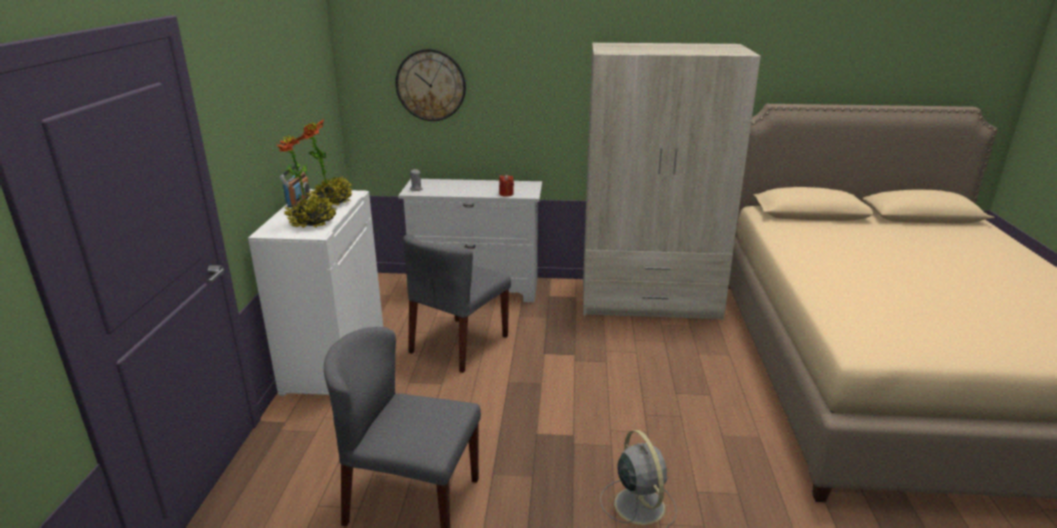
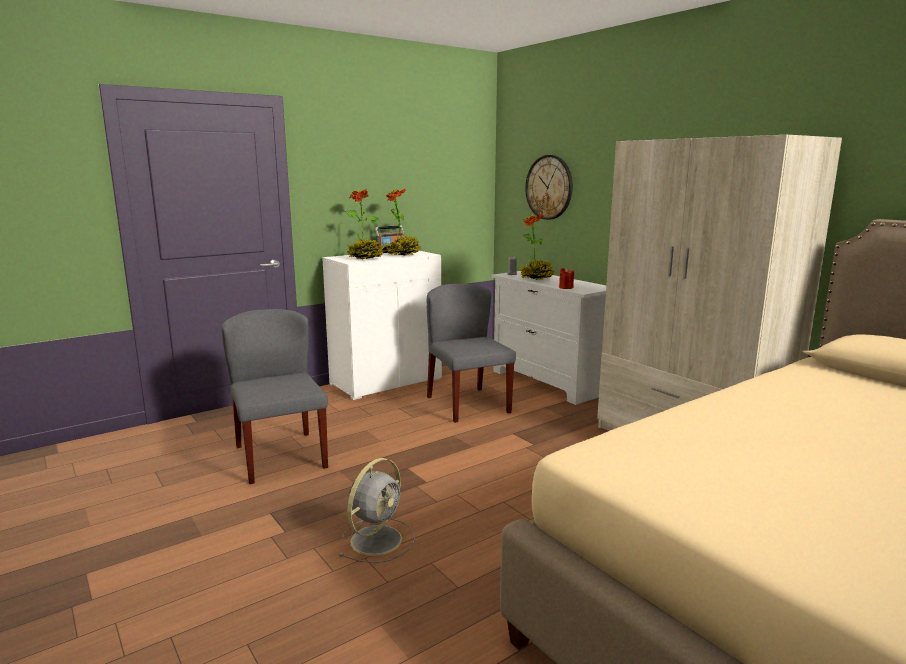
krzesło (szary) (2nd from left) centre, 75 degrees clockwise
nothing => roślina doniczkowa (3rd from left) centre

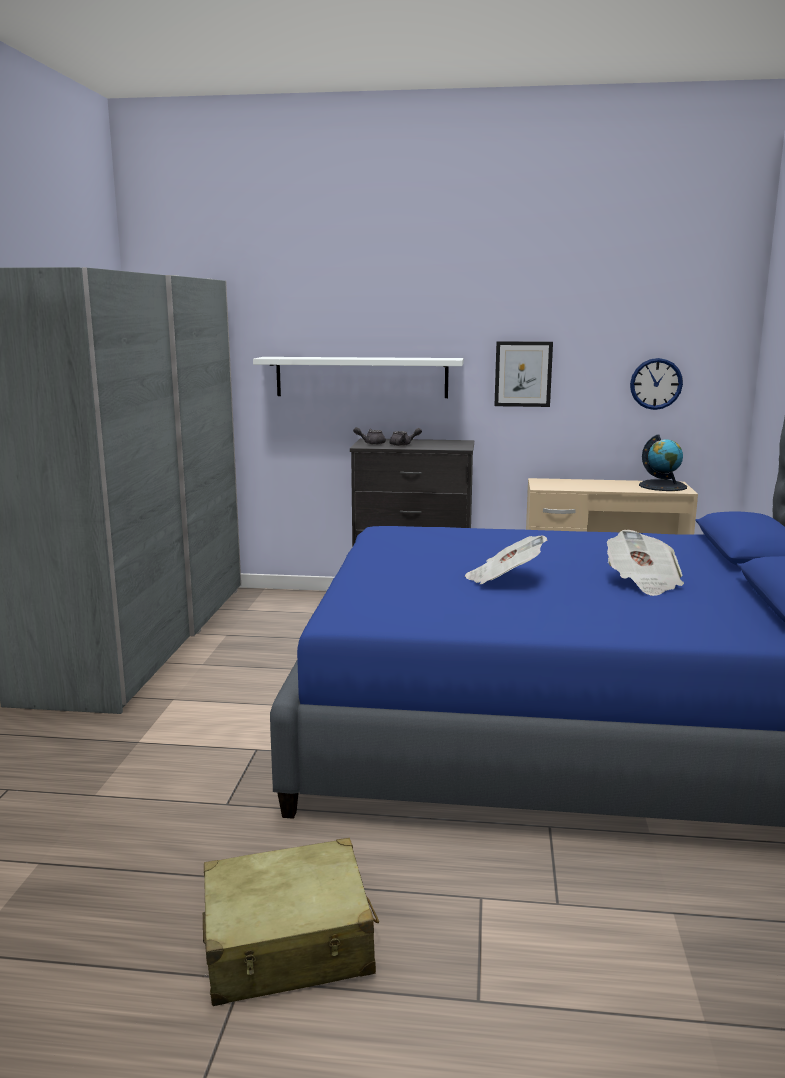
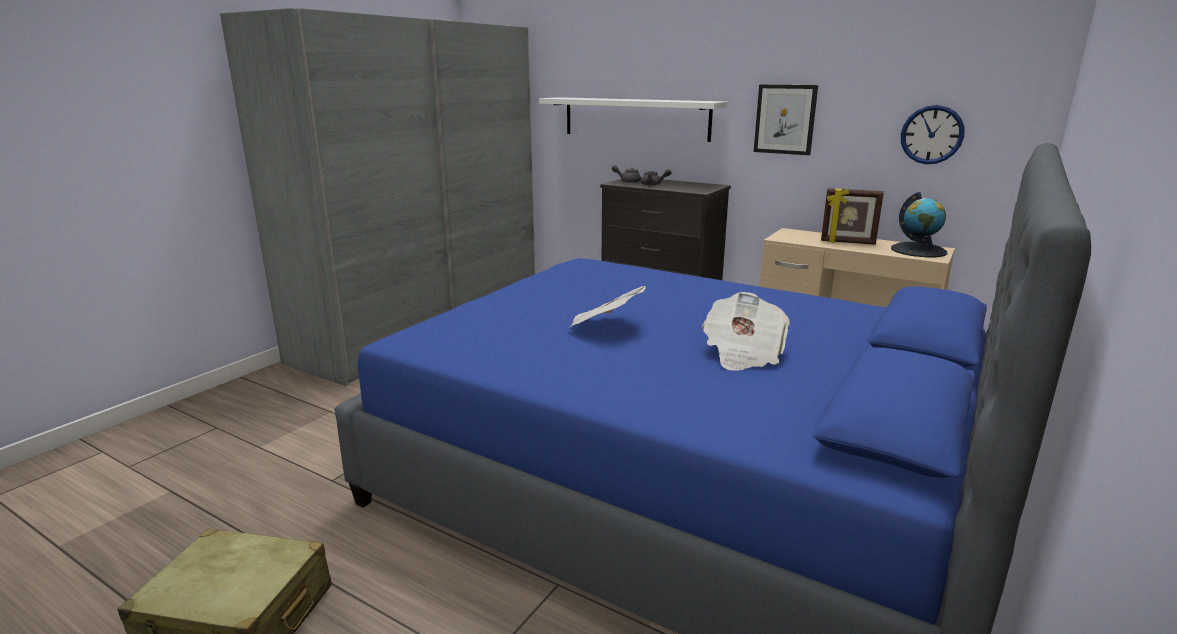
nothing => ramka na zdjęcie middle right

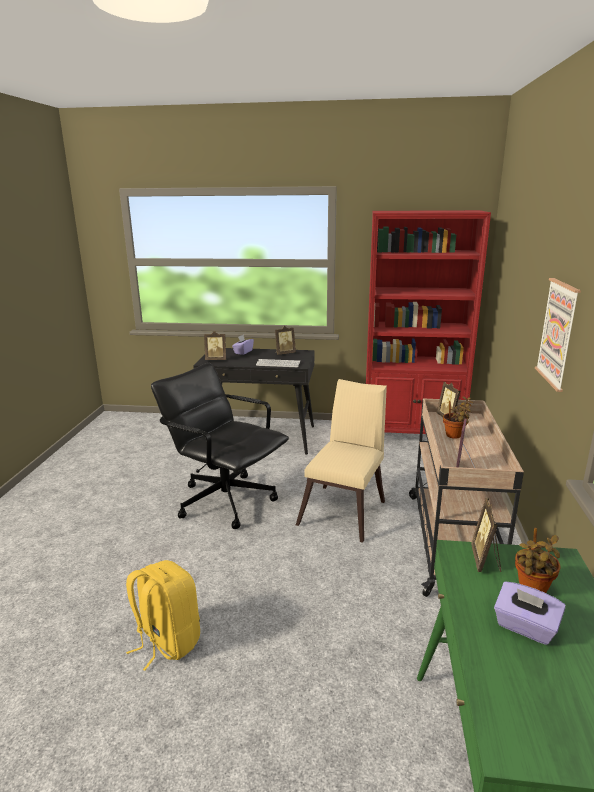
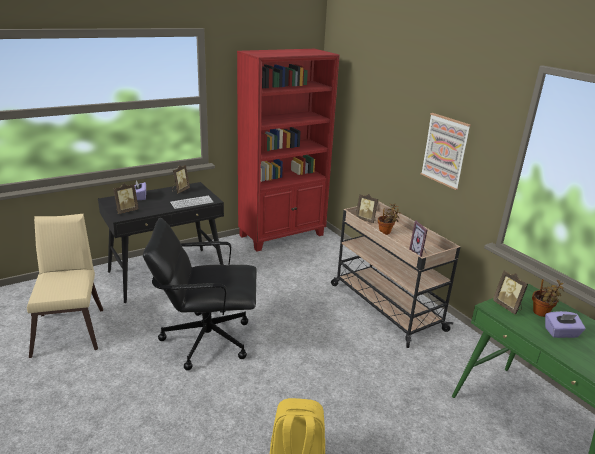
krzesło (beżowy) centre => krzesło (beżowy) middle left, move

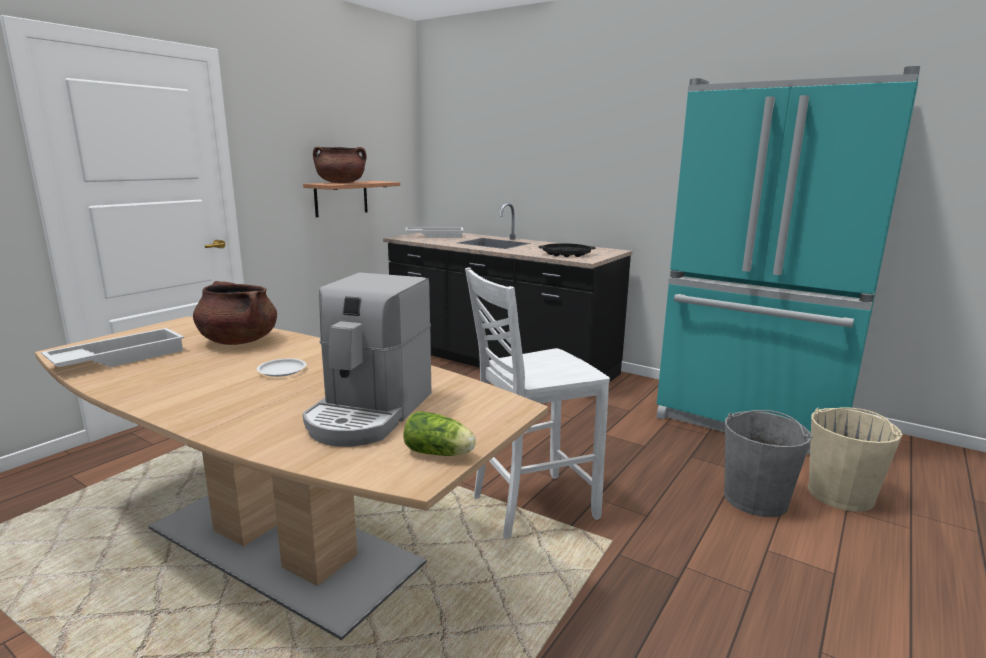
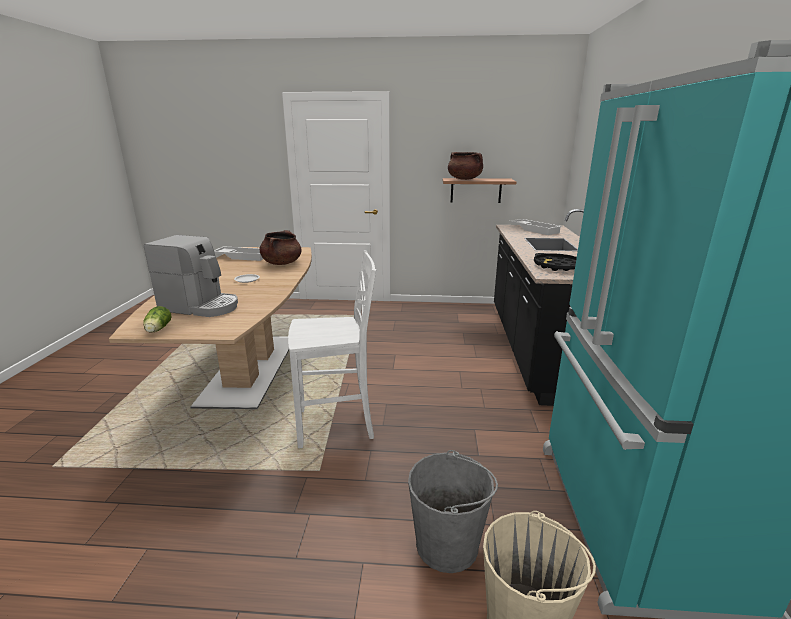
ekspres do kawy centre => ekspres do kawy middle left, 150 degrees counterclockwise
krzesło (biały) centre, 135 degrees clockwise

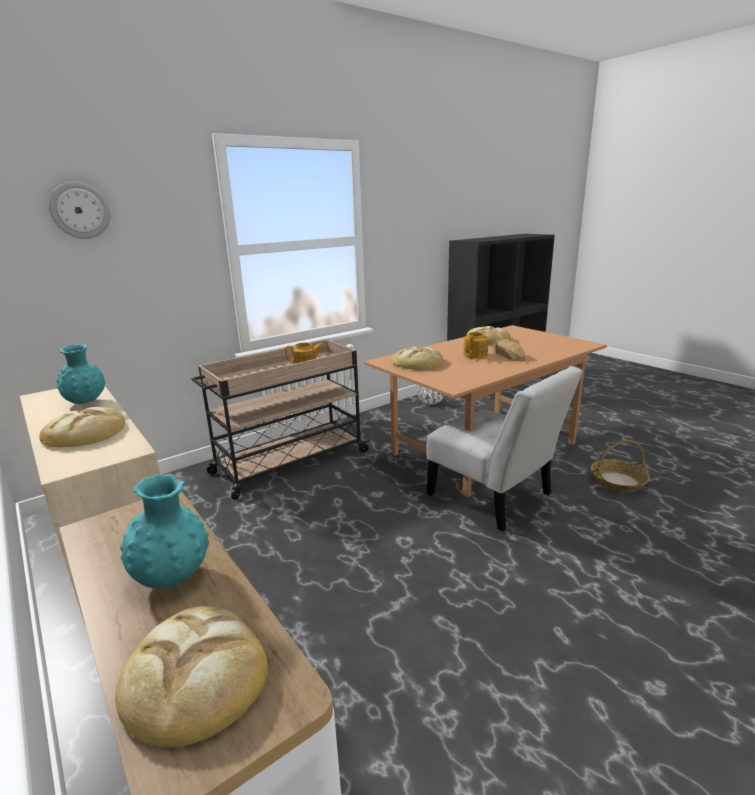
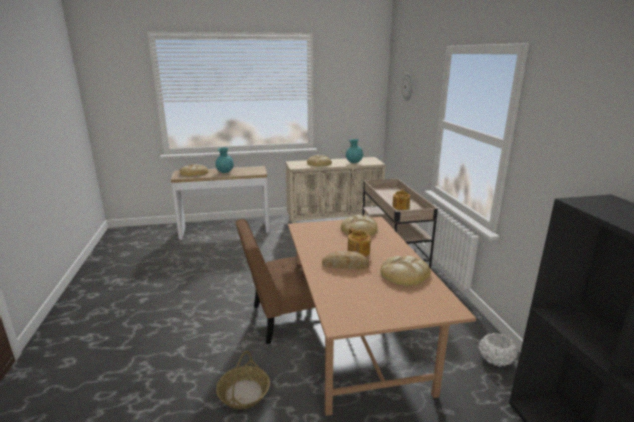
krzesło (biały) middle right => krzesło (brązowy) centre

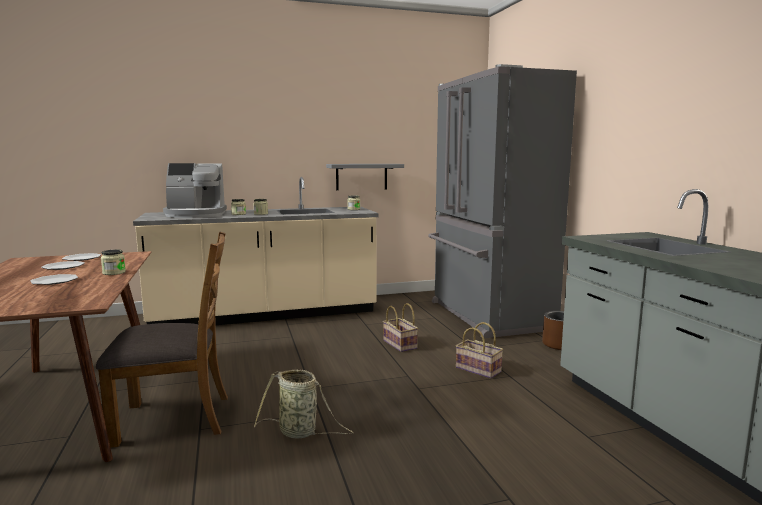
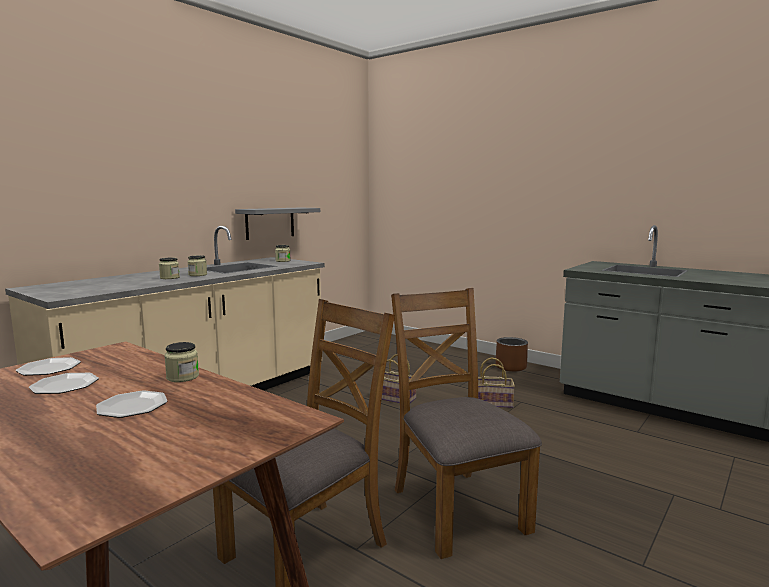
koszyk (1st from left) bottom centre => krzesło (brązowy) (2nd from left) bottom centre
ekspres do kawy middle left => nothing
lodówka (szary) centre => nothing

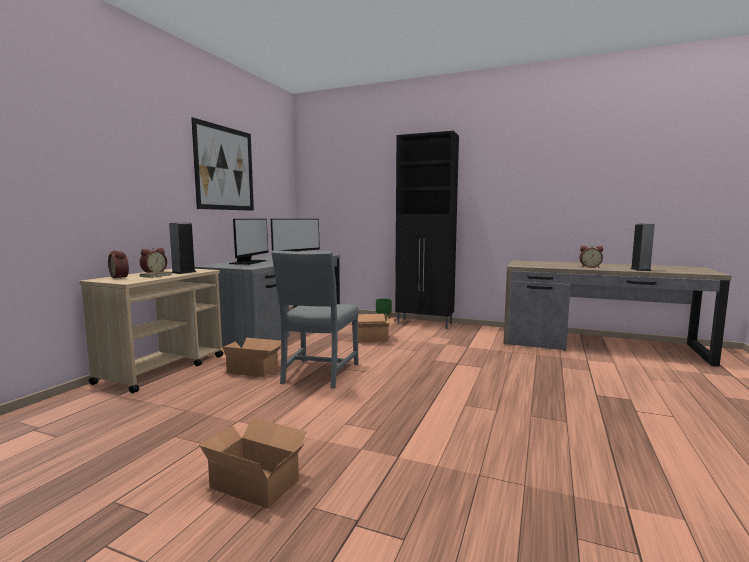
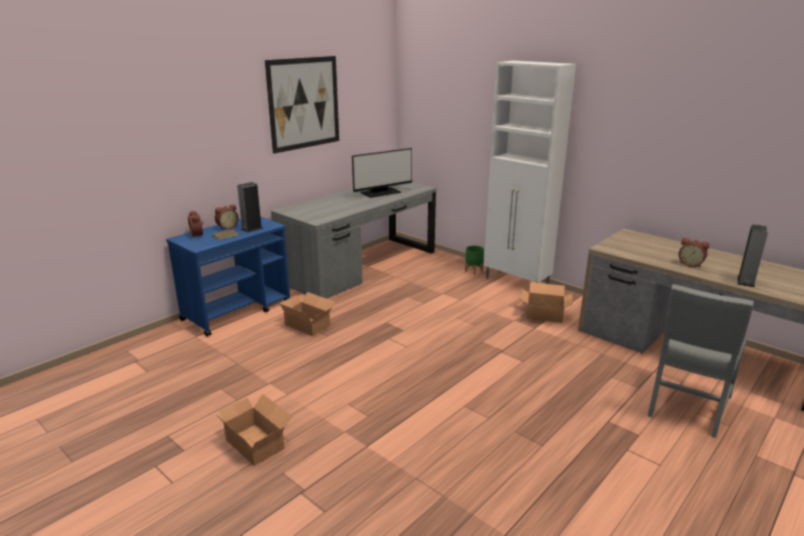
wózek (beżowy) middle left => wózek (niebieski) middle left
szafka (czarny) centre => szafka (biały) top centre
karton (3rd from left) centre => karton (3rd from left) middle right, move
krzesło (szary) centre => krzesło (szary) bottom right, move
monitor (1st from left) middle left => nothing

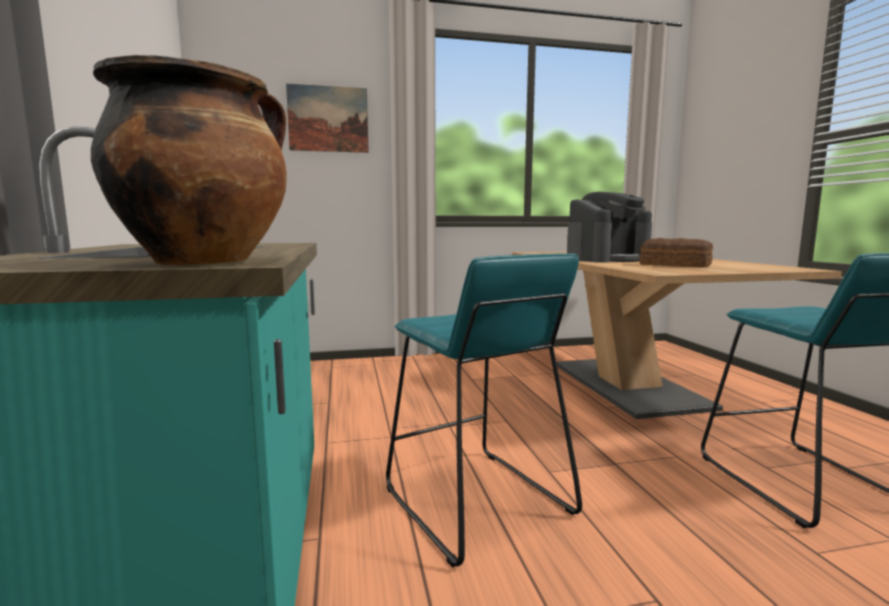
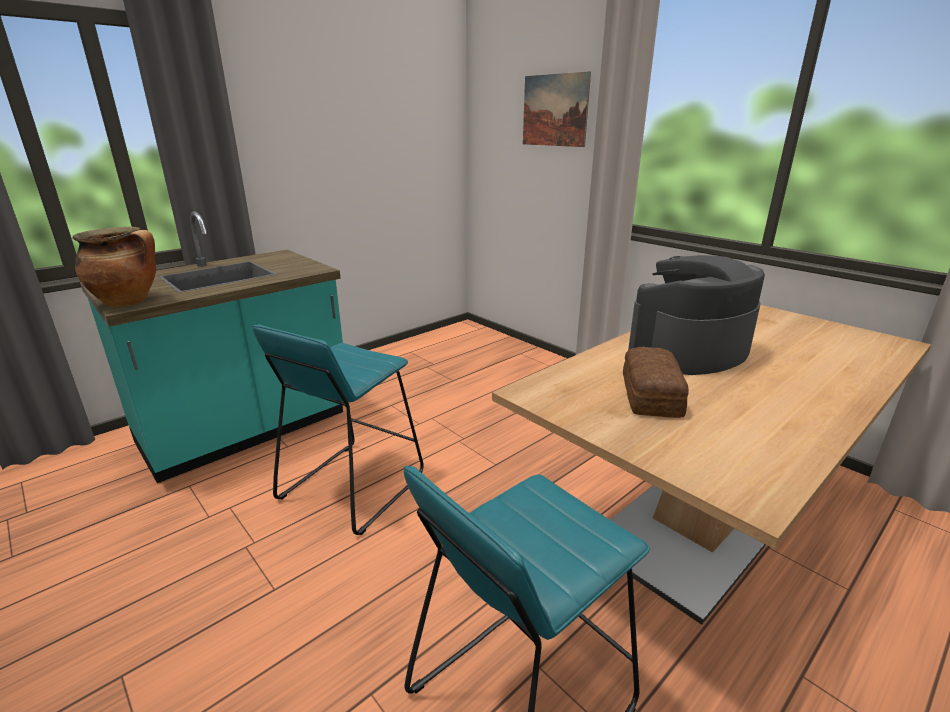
ekspres do kawy middle right, 120 degrees clockwise

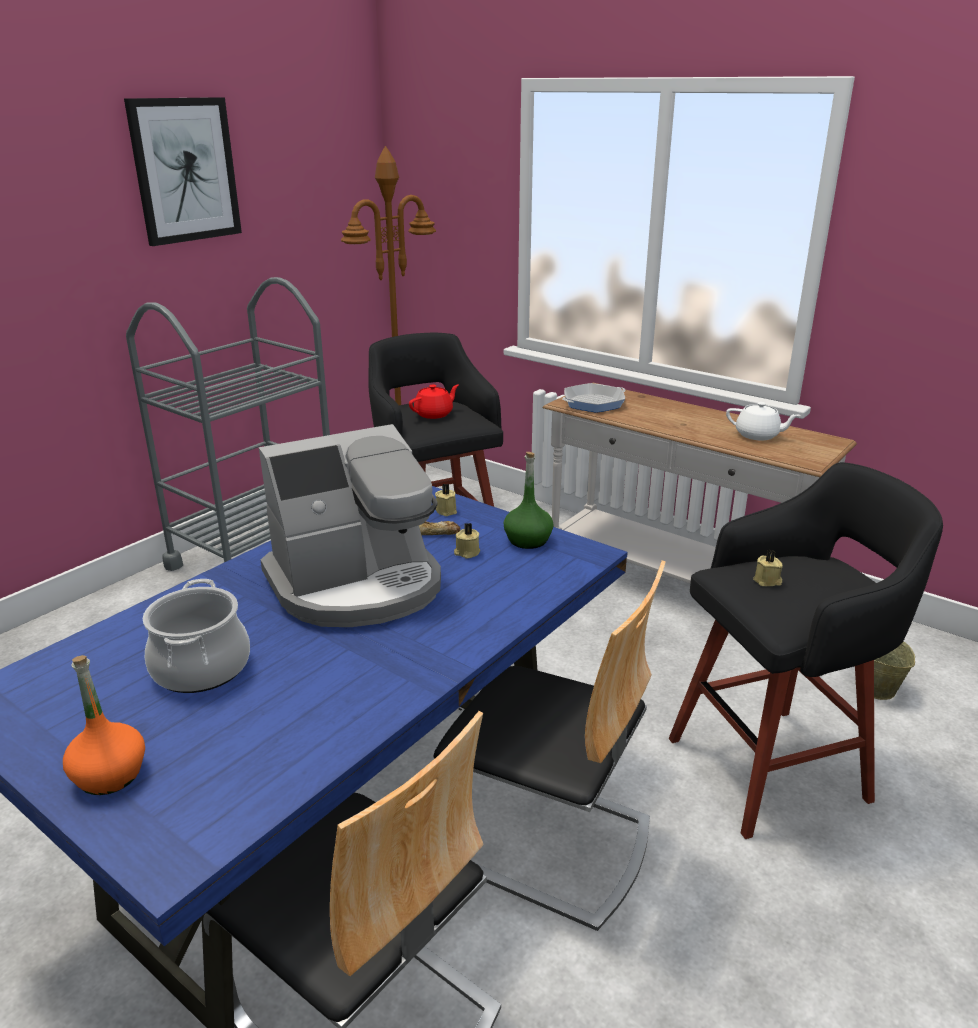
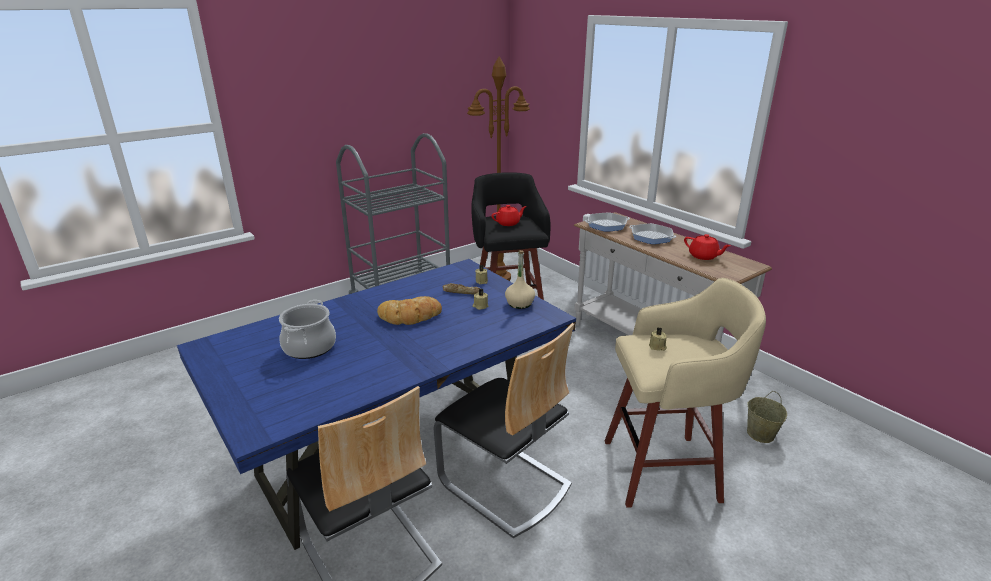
ekspres do kawy centre => chleb (1st from left) centre
butelka (zielony) centre => butelka (beżowy) centre
stołek (czarny) (2nd from left) middle right => stołek (beżowy) bottom right
nothing => patelnia (2nd from left) centre
imbryk (biały) middle right => imbryk (czerwony) (2nd from left) middle right
butelka (pomarańczowy) bottom left => nothing
obraz top left => nothing

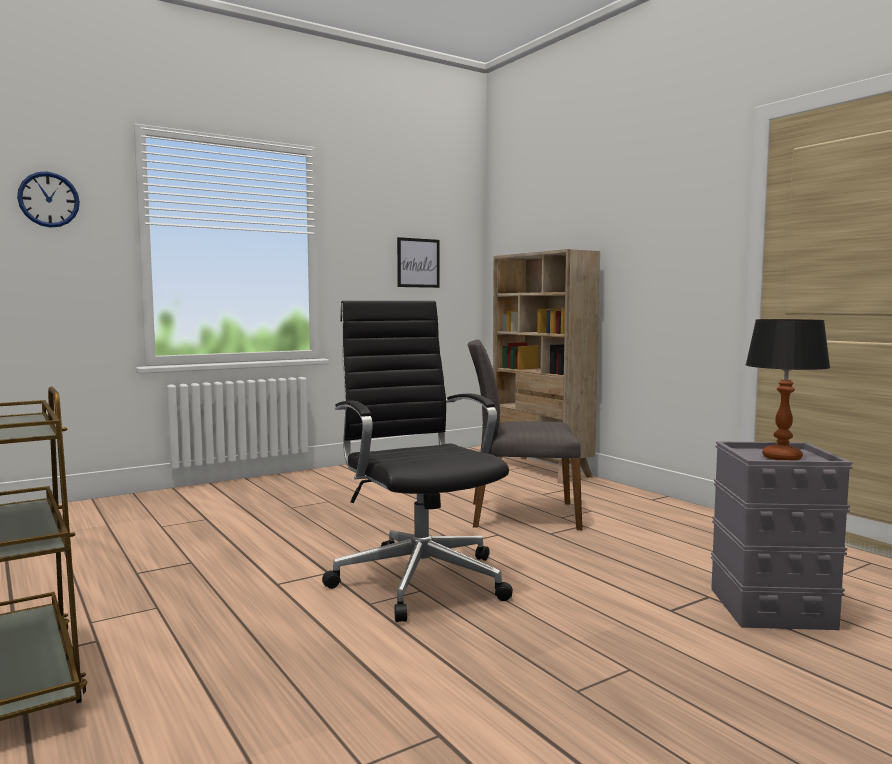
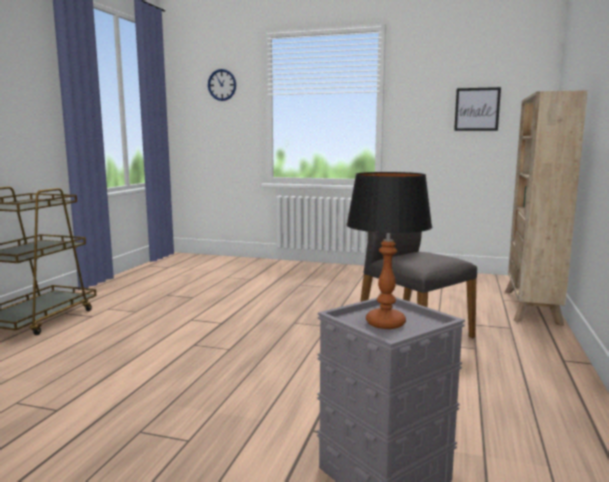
krzesło biurowe (czarny) centre => nothing

